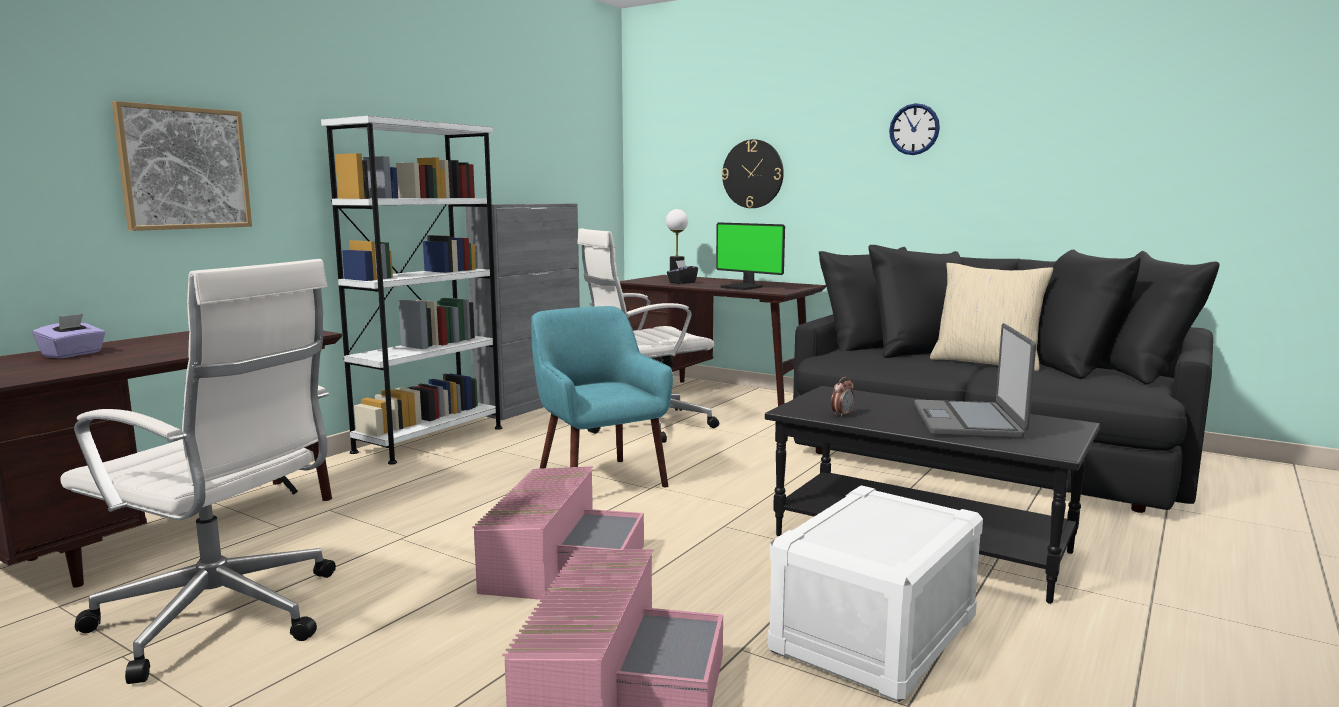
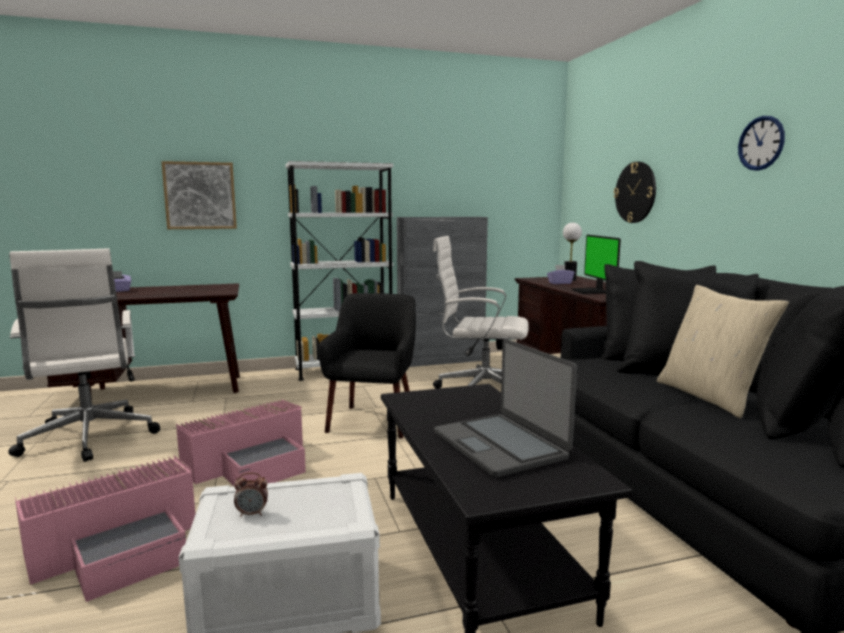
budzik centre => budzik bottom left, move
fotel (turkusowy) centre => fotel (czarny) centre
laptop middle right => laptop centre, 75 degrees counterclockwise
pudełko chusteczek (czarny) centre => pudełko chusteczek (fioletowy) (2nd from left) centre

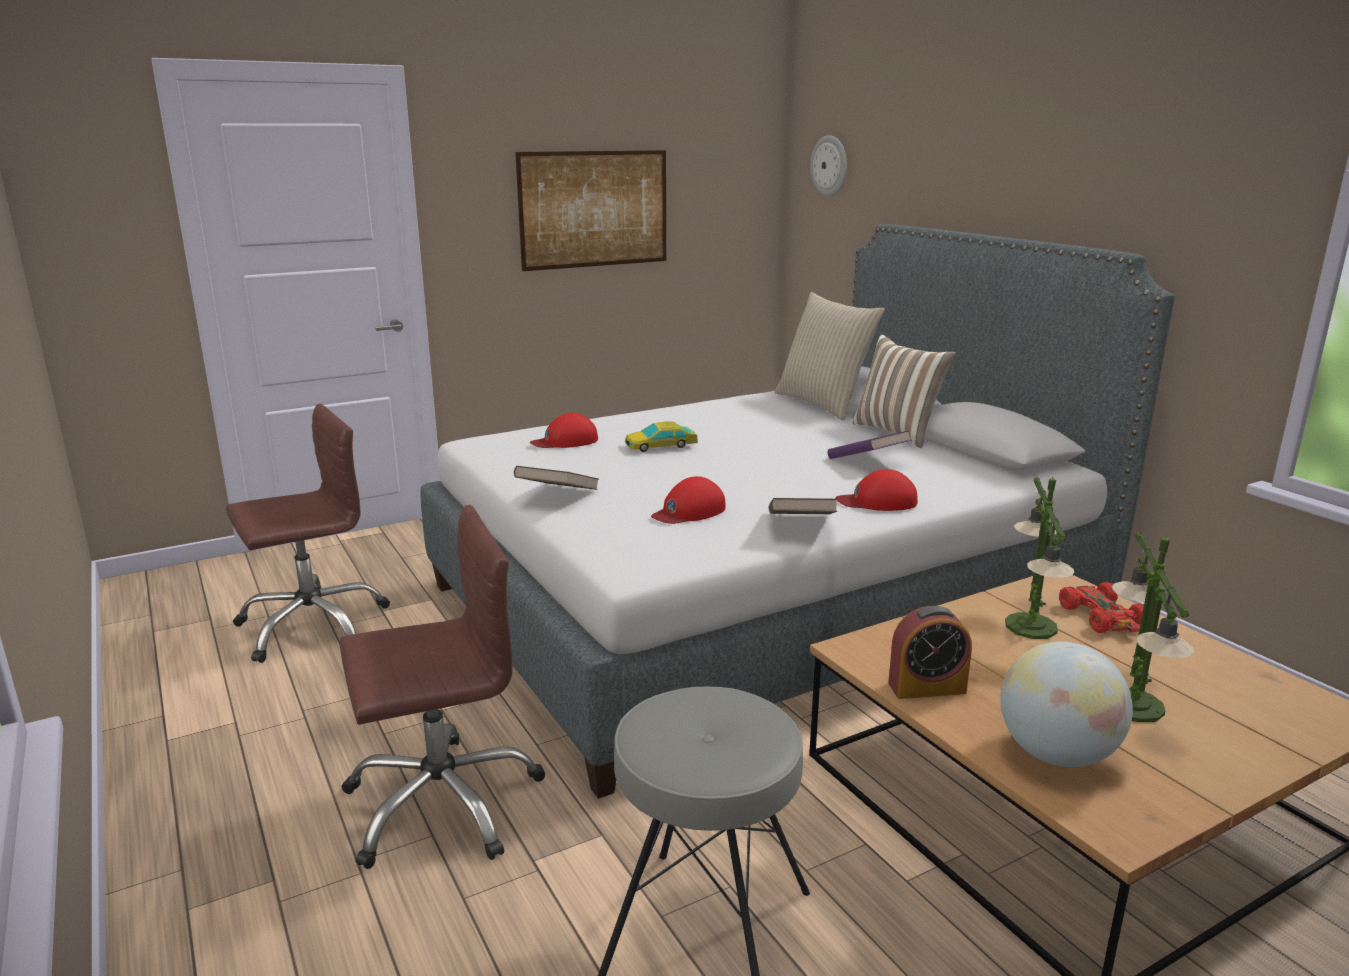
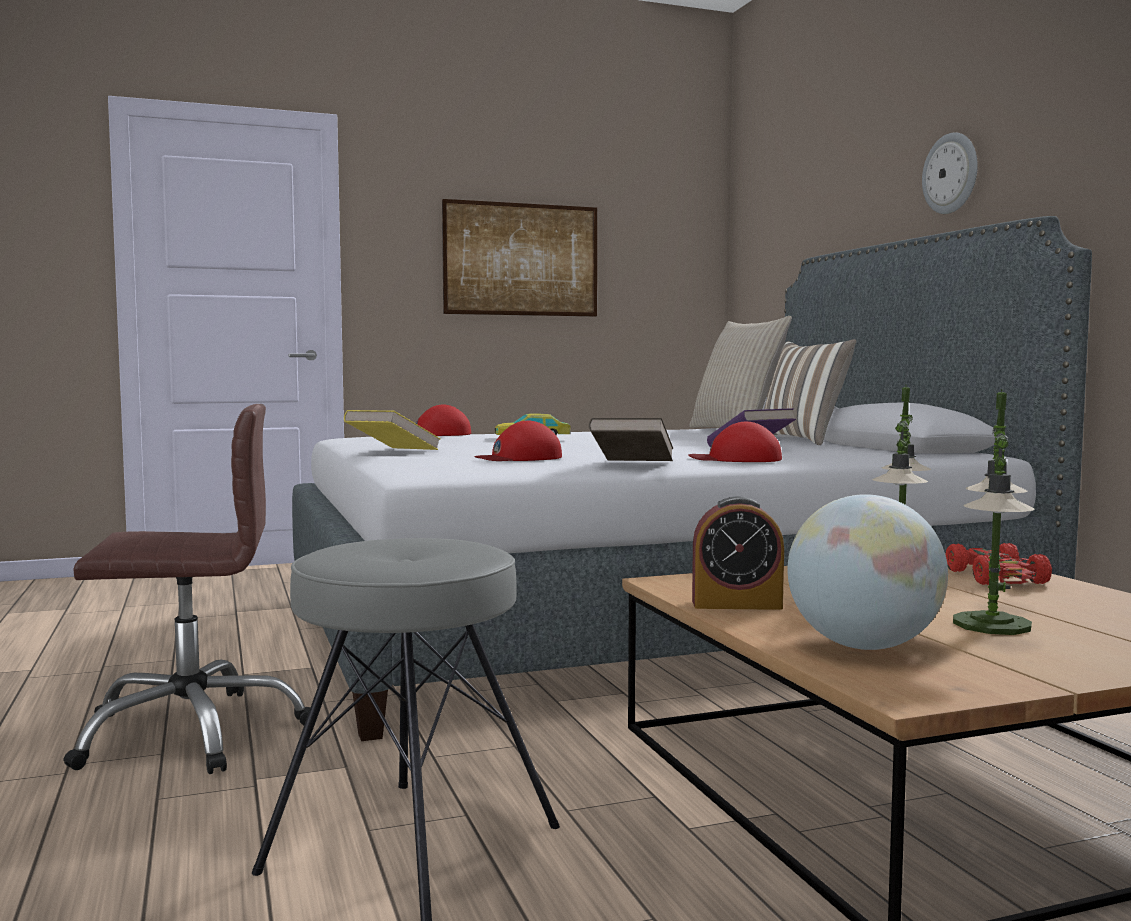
książka (brązowy) (1st from left) centre => książka (żółty) centre
zegar ścienny top centre => zegar ścienny top right, move
krzesło biurowe (brązowy) (1st from left) middle left => nothing

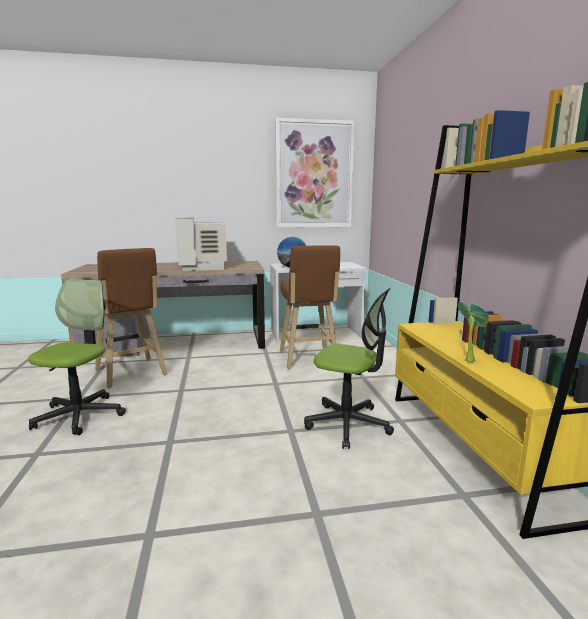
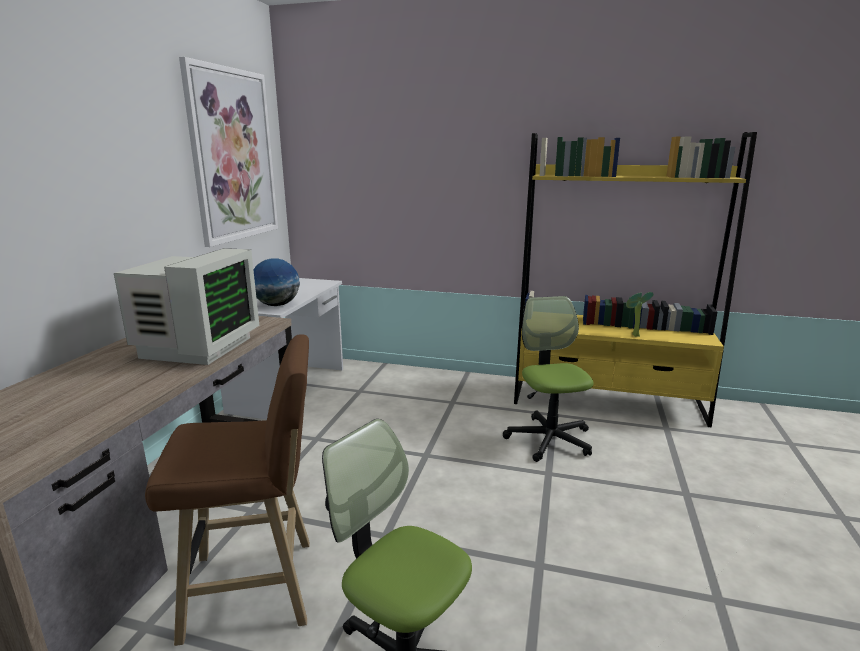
monitor centre => monitor middle left, 90 degrees counterclockwise
krzesło biurowe (2nd from left) centre, 60 degrees counterclockwise
stołek (brązowy) (2nd from left) centre => nothing

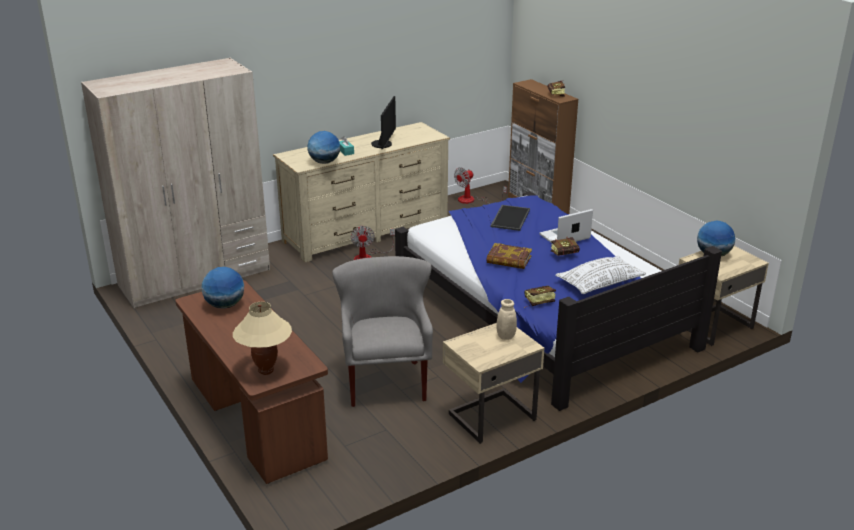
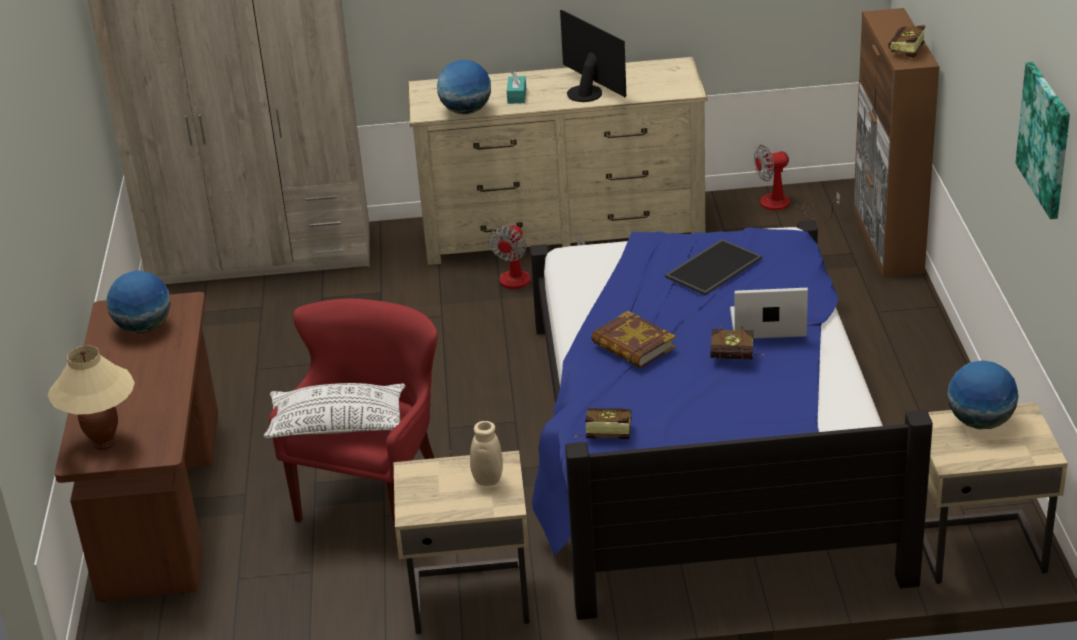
poduszka (biały) middle right => poduszka (biały) middle left, move
fotel (szary) centre => fotel (czerwony) middle left
monitor top centre, 75 degrees counterclockwise
nothing => obraz top right

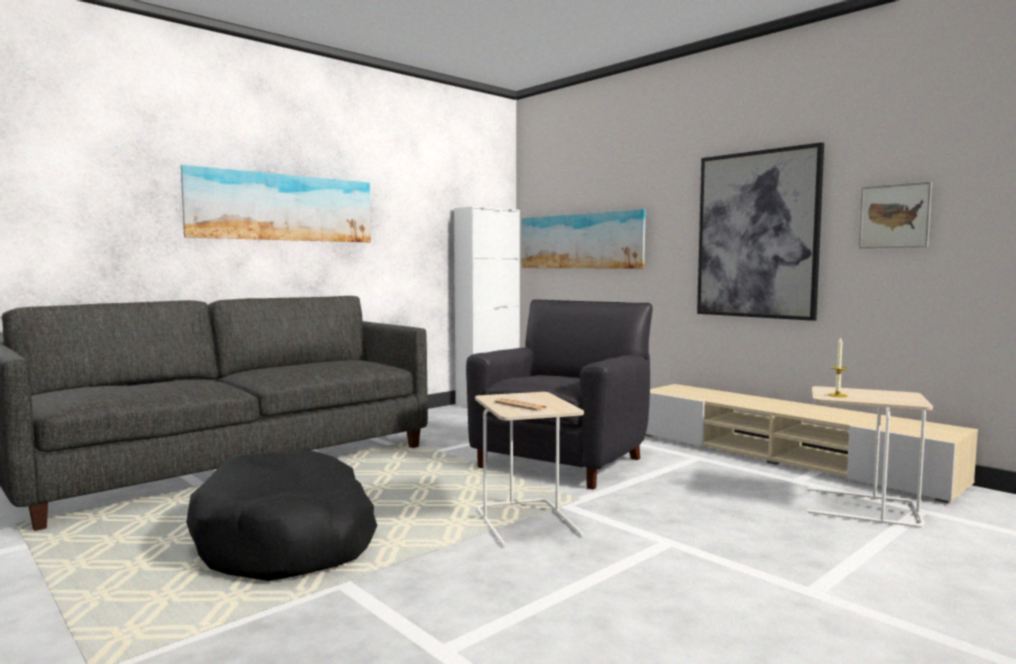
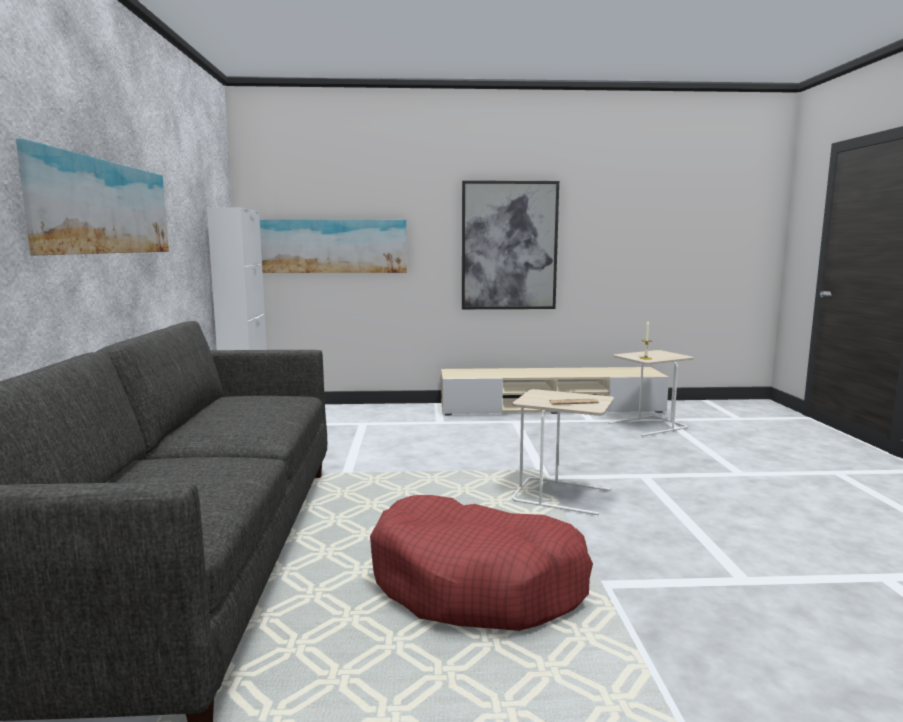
legowisko (czarny) bottom left => legowisko (czerwony) bottom centre
fotel (czarny) centre => nothing
obraz (4th from left) top right => nothing

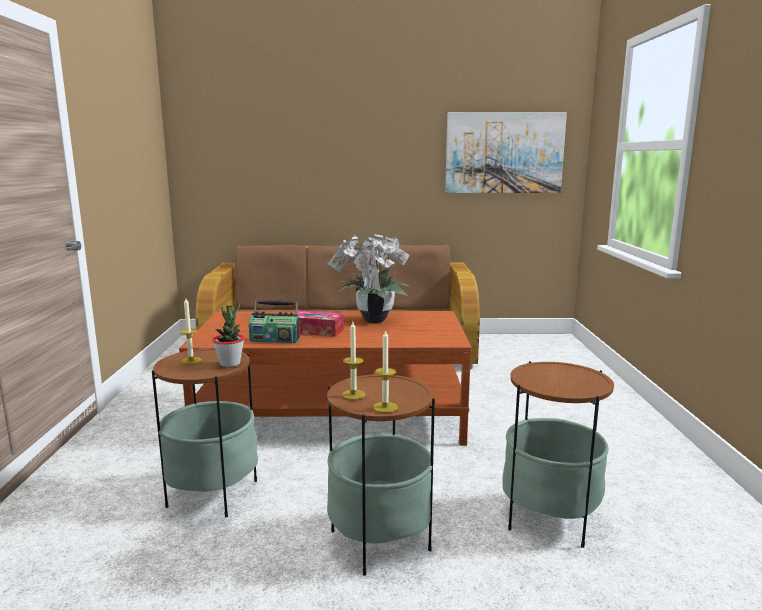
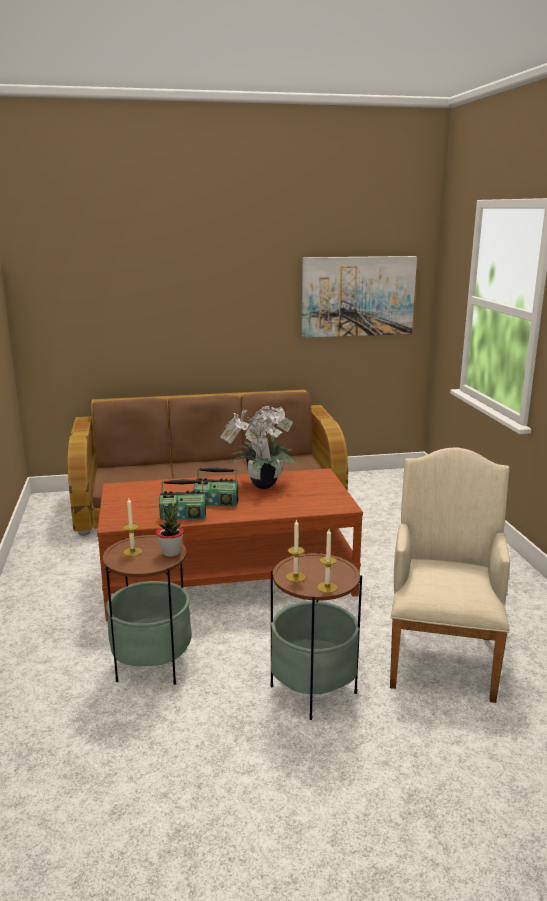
pudełko chusteczek centre => radio (2nd from left) centre
stolik (3rd from left) bottom right => fotel (beżowy) middle right

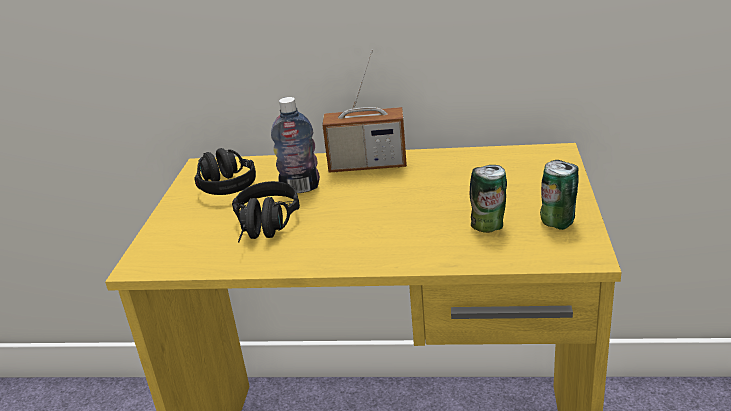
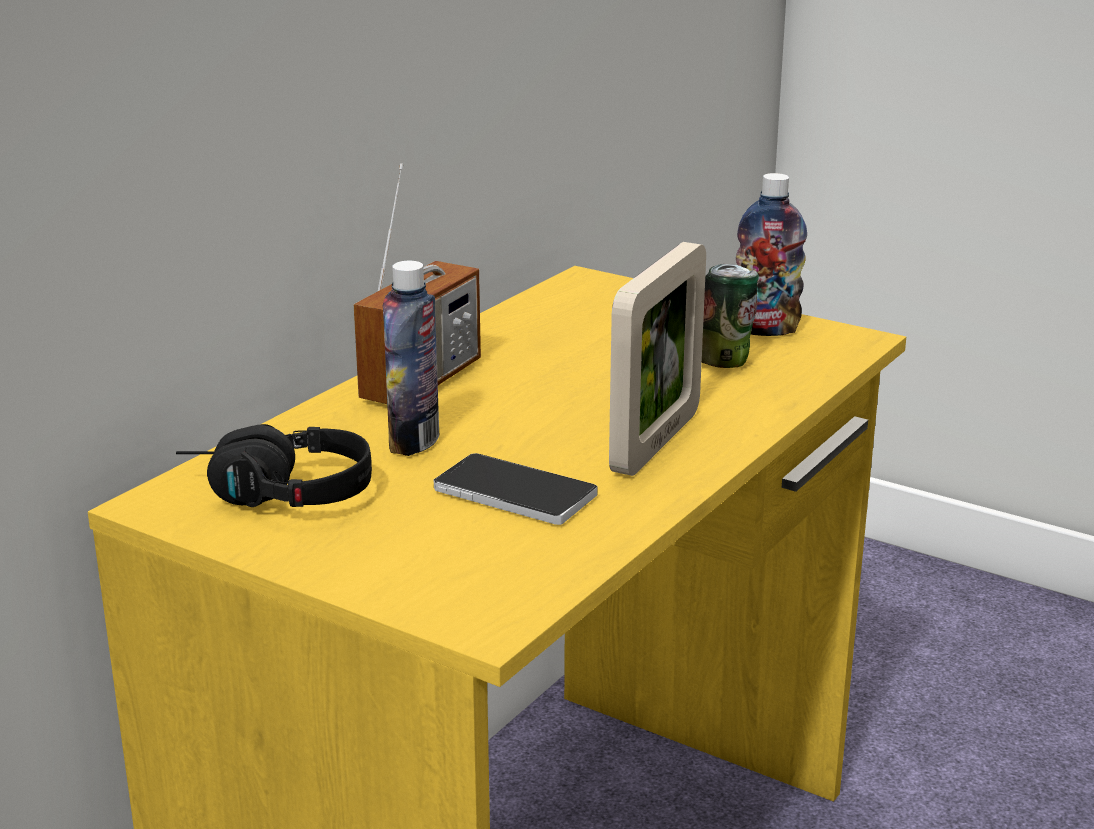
słuchawki (czarny) (2nd from left) centre => telefon centre
nothing => ramka na zdjęcie centre
puszka (2nd from left) middle right => butelka (2nd from left) top right

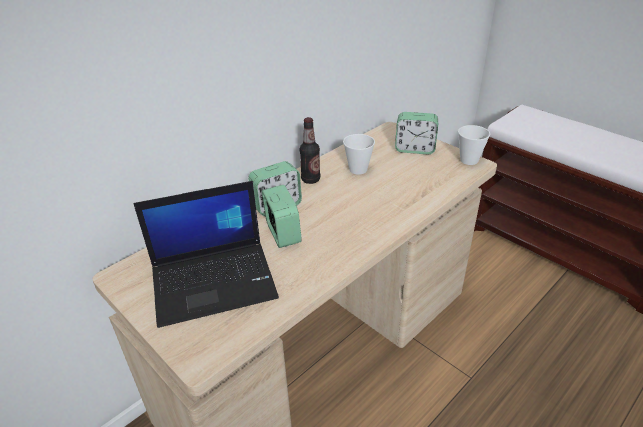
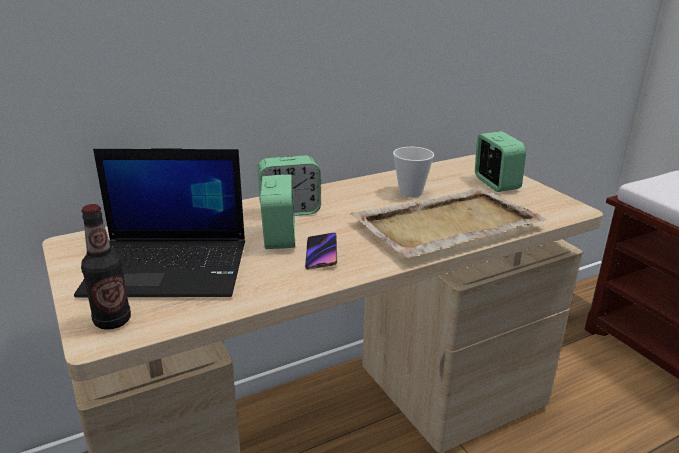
butelka centre => butelka middle left, move
nothing => telefon centre
nothing => taca (beżowy) centre
budzik (3rd from left) top centre => budzik (3rd from left) middle right, 135 degrees counterclockwise
filiżanka (2nd from left) middle right => nothing

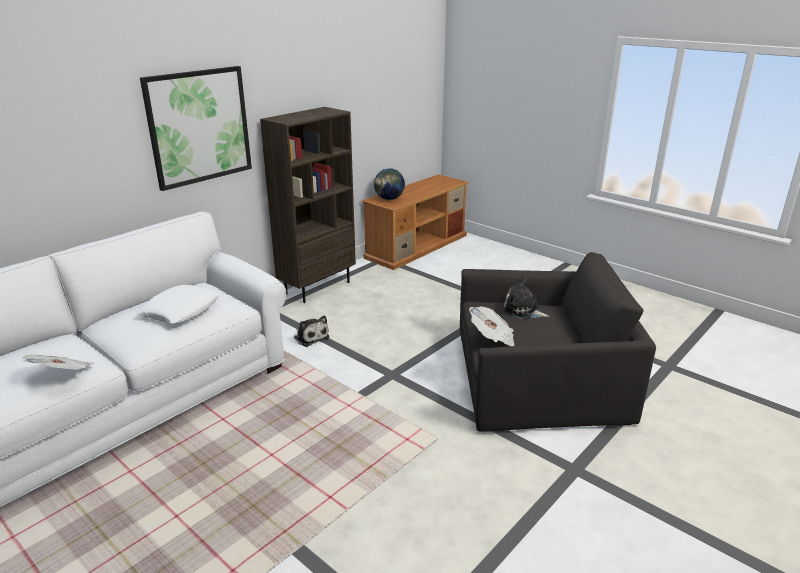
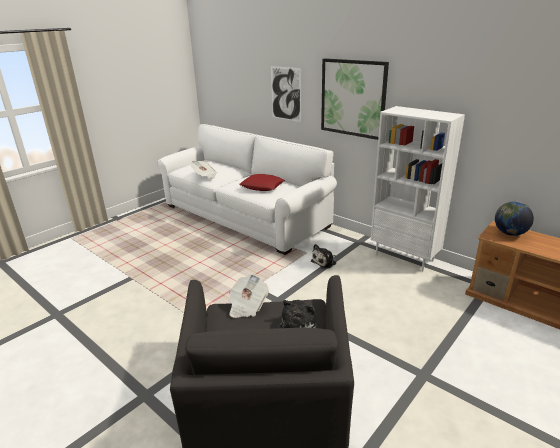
poduszka (biały) middle left => poduszka (czerwony) centre
nothing => obraz (1st from left) top centre
regał (brązowy) centre => regał (biały) middle right

